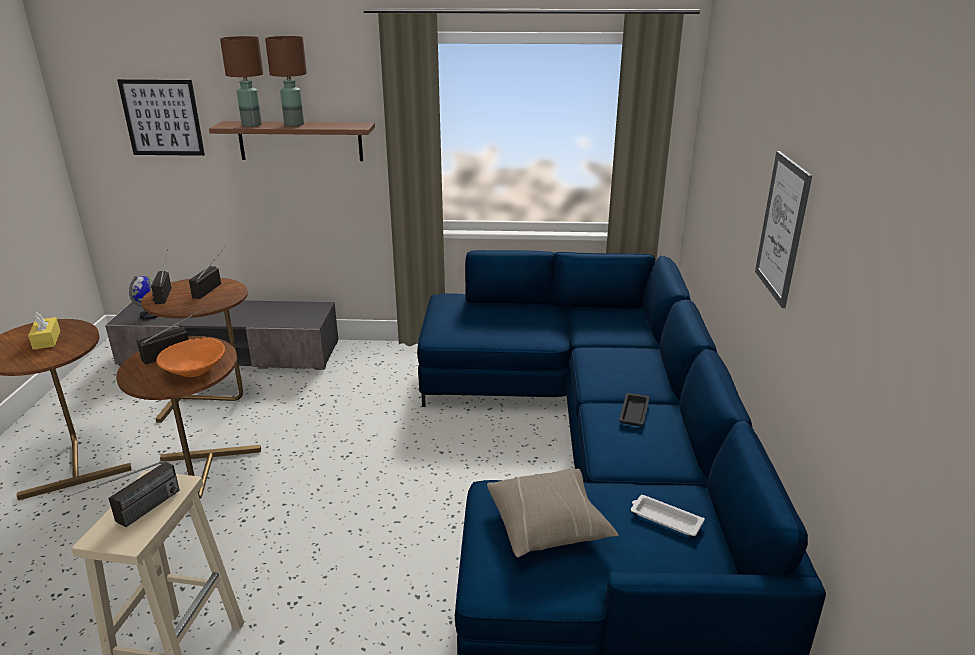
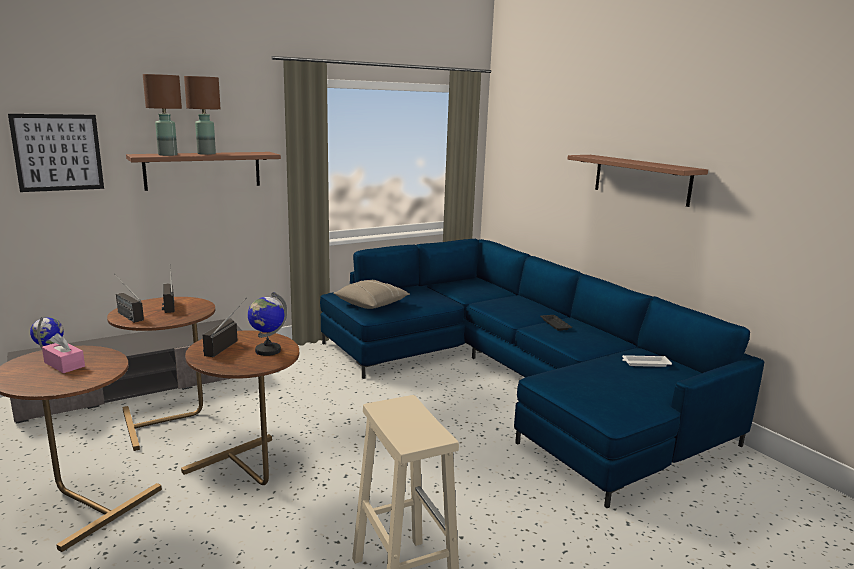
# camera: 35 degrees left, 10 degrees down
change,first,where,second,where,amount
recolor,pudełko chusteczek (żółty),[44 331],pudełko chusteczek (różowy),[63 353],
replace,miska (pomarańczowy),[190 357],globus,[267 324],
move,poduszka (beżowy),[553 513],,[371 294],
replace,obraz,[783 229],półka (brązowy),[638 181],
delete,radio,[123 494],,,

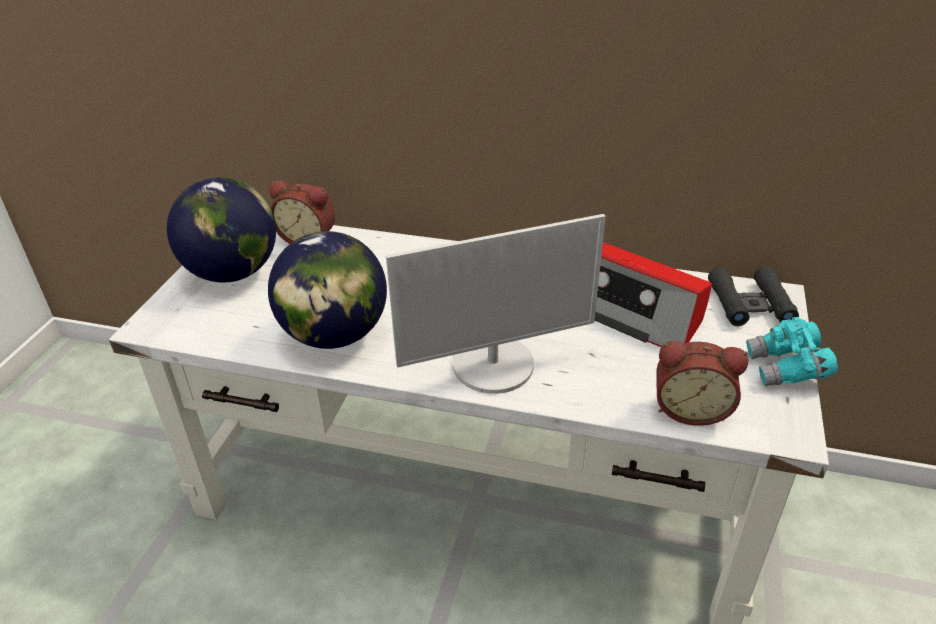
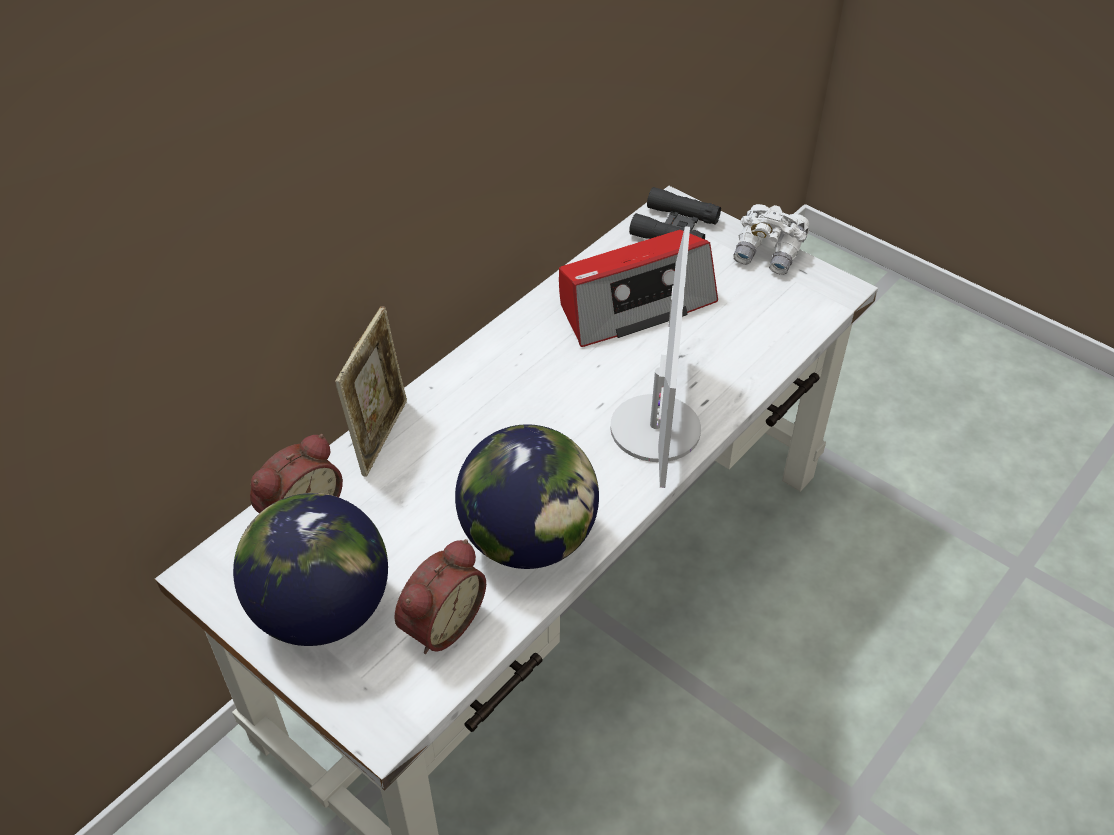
# camera: 65 degrees left, 10 degrees up
change,first,where,second,where,amount
insert,,,ramka na zdjęcie,[371 391],
move,budzik,[703 383],,[440 596],
recolor,lornetka (turkusowy),[792 351],lornetka (biały),[771 239],

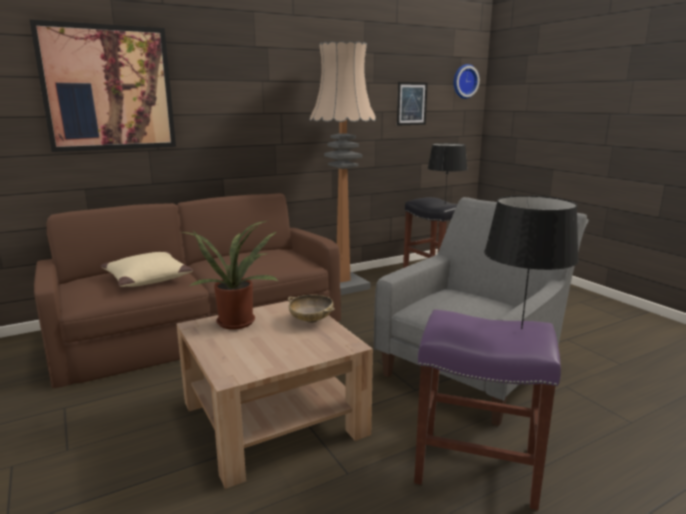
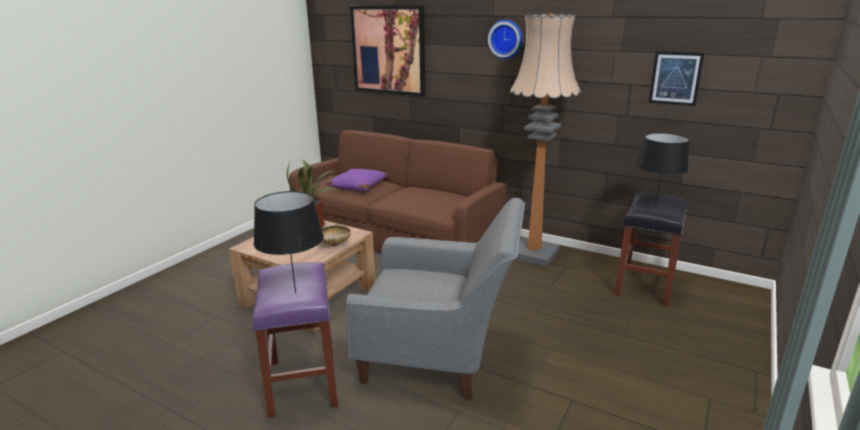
# camera: 60 degrees right, 5 degrees up
change,first,where,second,where,amount
recolor,poduszka (beżowy),[146 269],poduszka (fioletowy),[358 180],
move,zegar ścienny,[467 81],,[505 39],

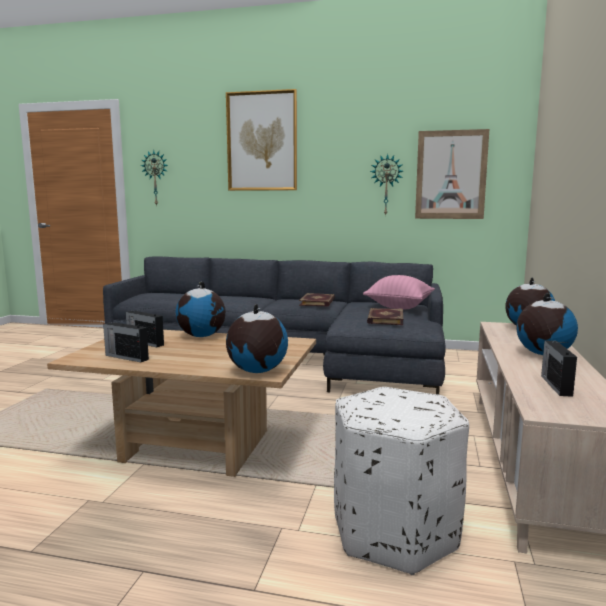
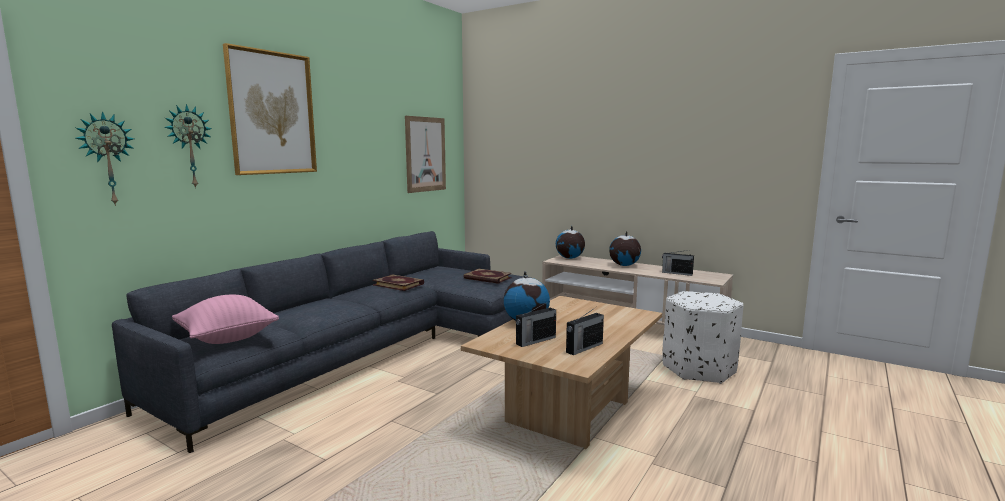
# camera: 70 degrees left, 0 degrees up
change,first,where,second,where,amount
move,zegar ścienny,[386 185],,[188 146],
move,poduszka (różowy),[399 292],,[225 319],
delete,globus,[257 338],,,

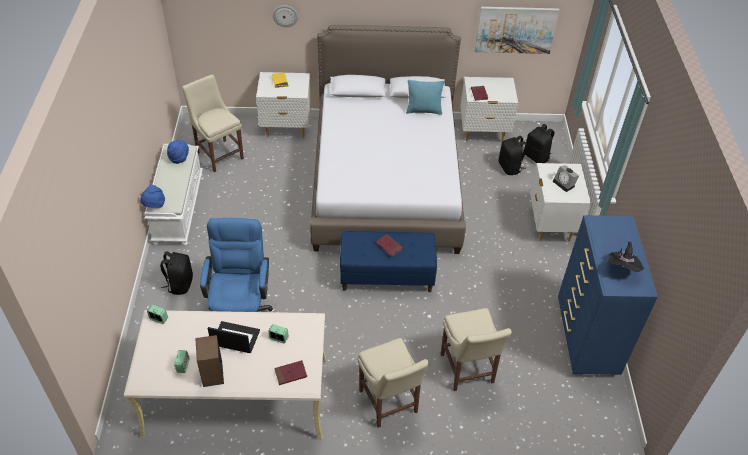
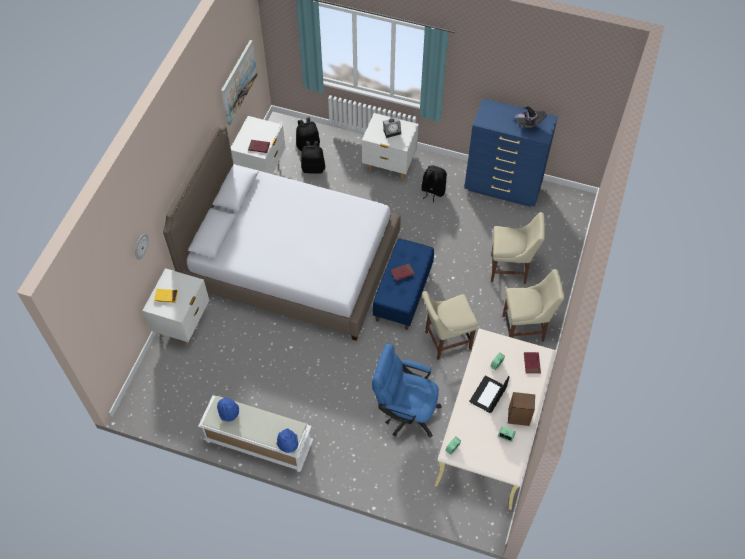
# camera: 70 degrees left, 10 degrees up
change,first,where,second,where,amount
move,plecak (czarny),[176 273],,[434 183],
move,krzesło (beżowy),[213 124],,[450 325],
delete,poduszka (turkusowy),[425 97],,,

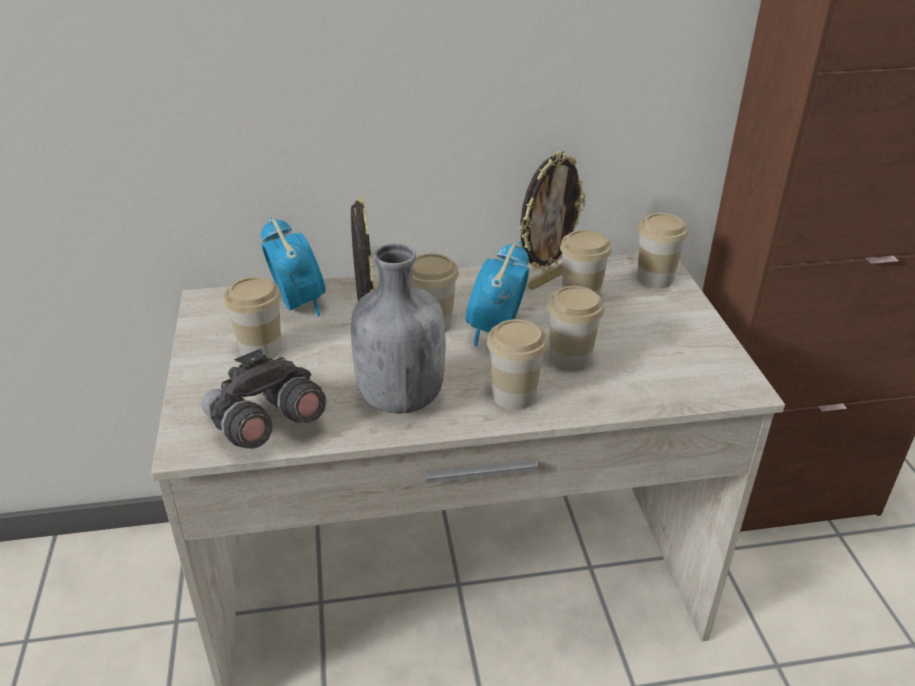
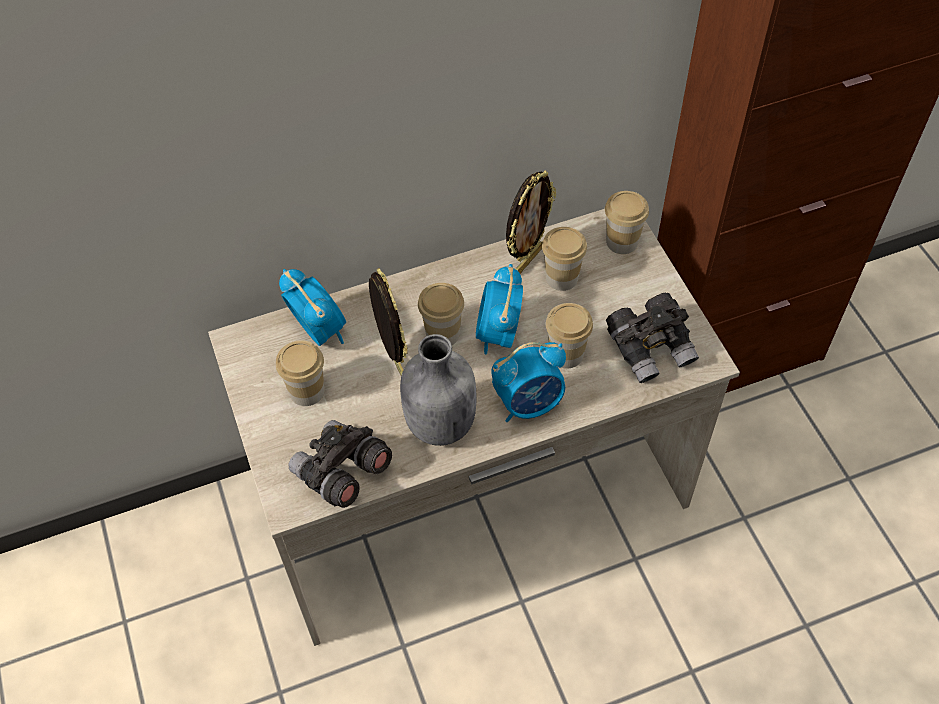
# camera: 10 degrees left, 20 degrees up
change,first,where,second,where,amount
replace,filiżanka,[517 364],budzik,[528 382],
insert,,,lornetka (szary),[652 337],

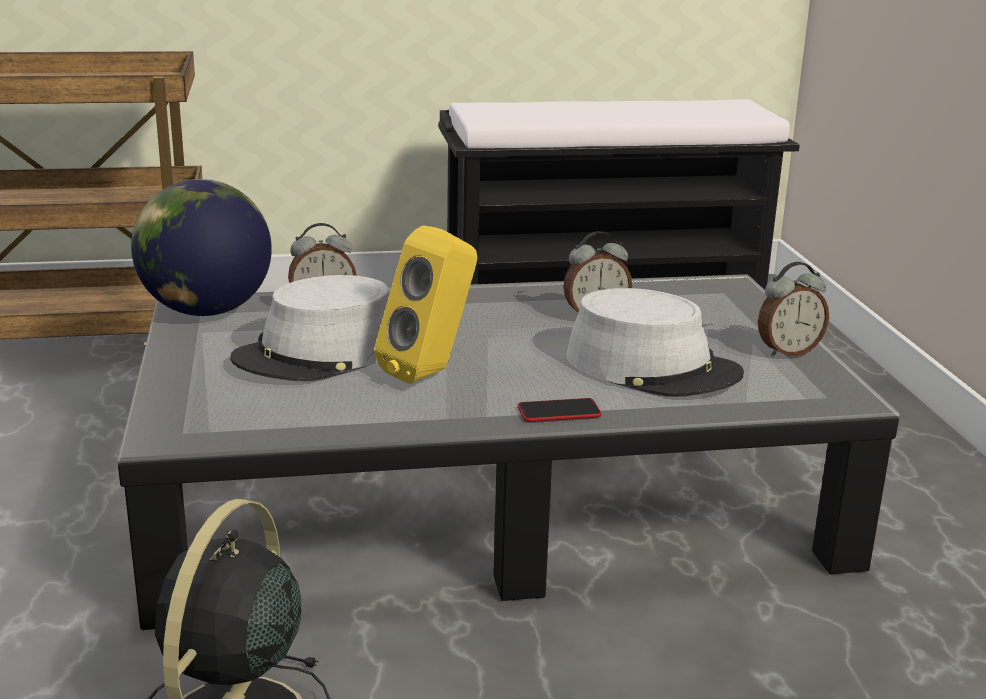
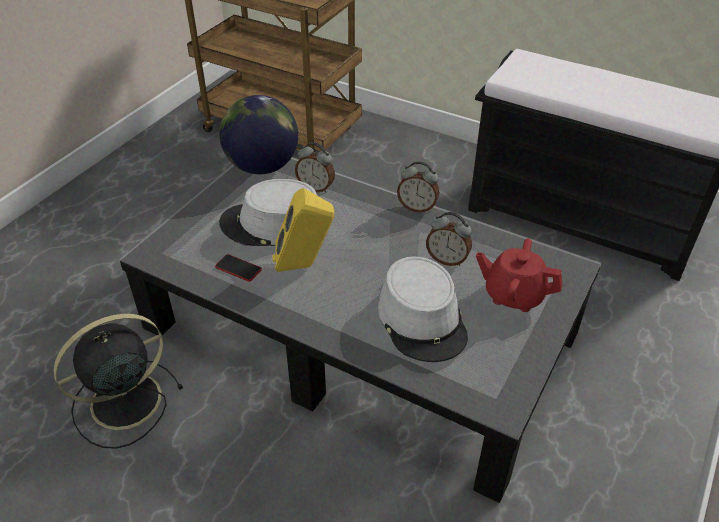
# camera: 40 degrees right, 20 degrees up
change,first,where,second,where,amount
move,telefon,[560 410],,[238 268],
move,budzik,[793 309],,[418 186],
insert,,,imbryk (czerwony),[519 275],

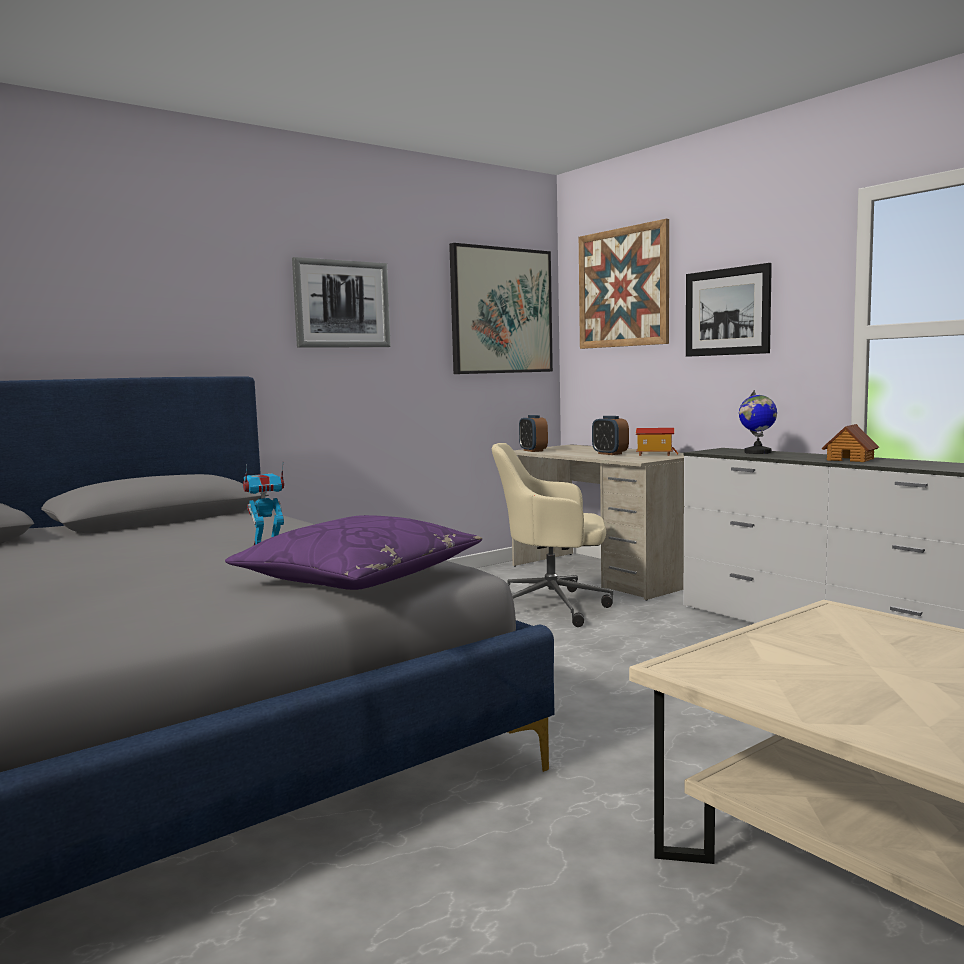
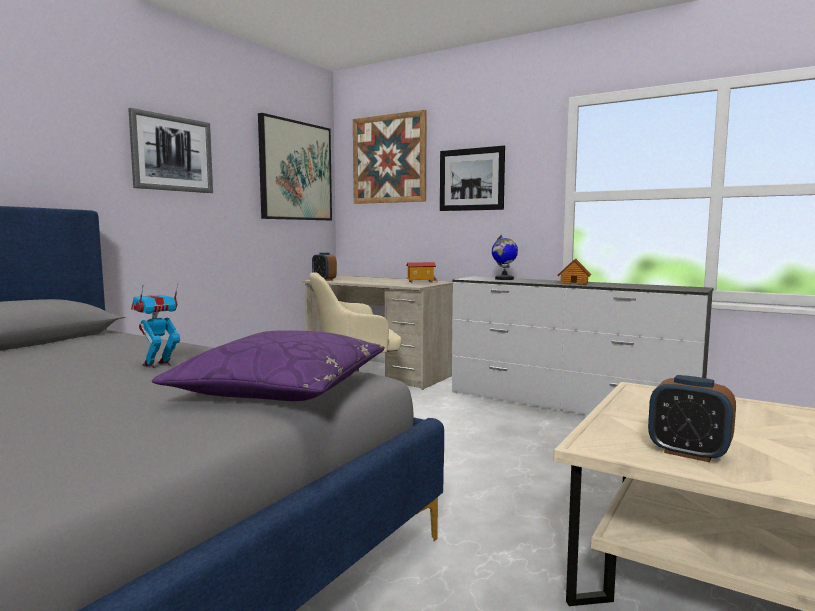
# camera: 20 degrees left, 0 degrees up
change,first,where,second,where,amount
move,budzik,[610 435],,[692 418],

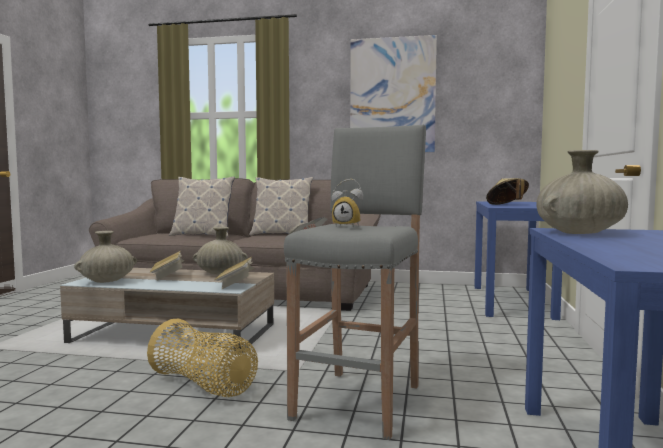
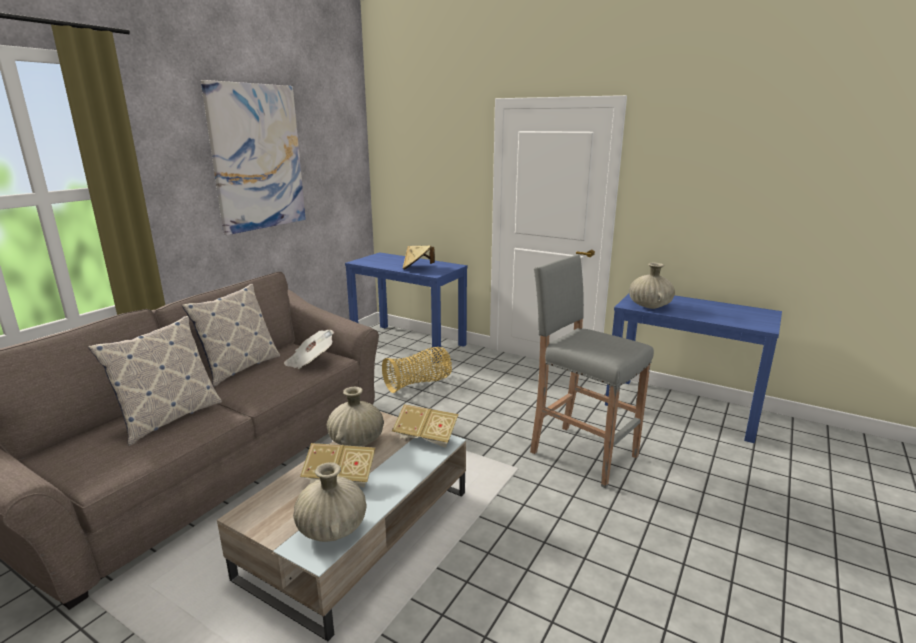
# camera: 70 degrees left, 15 degrees up
change,first,where,second,where,amount
move,koszyk,[202 358],,[417 370],
delete,budzik,[347 203],,,

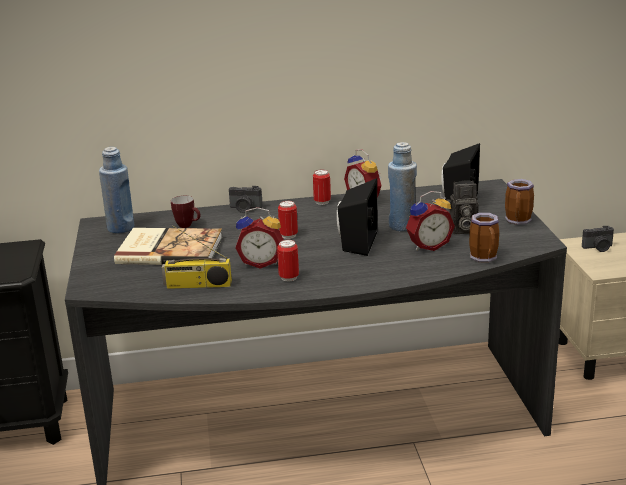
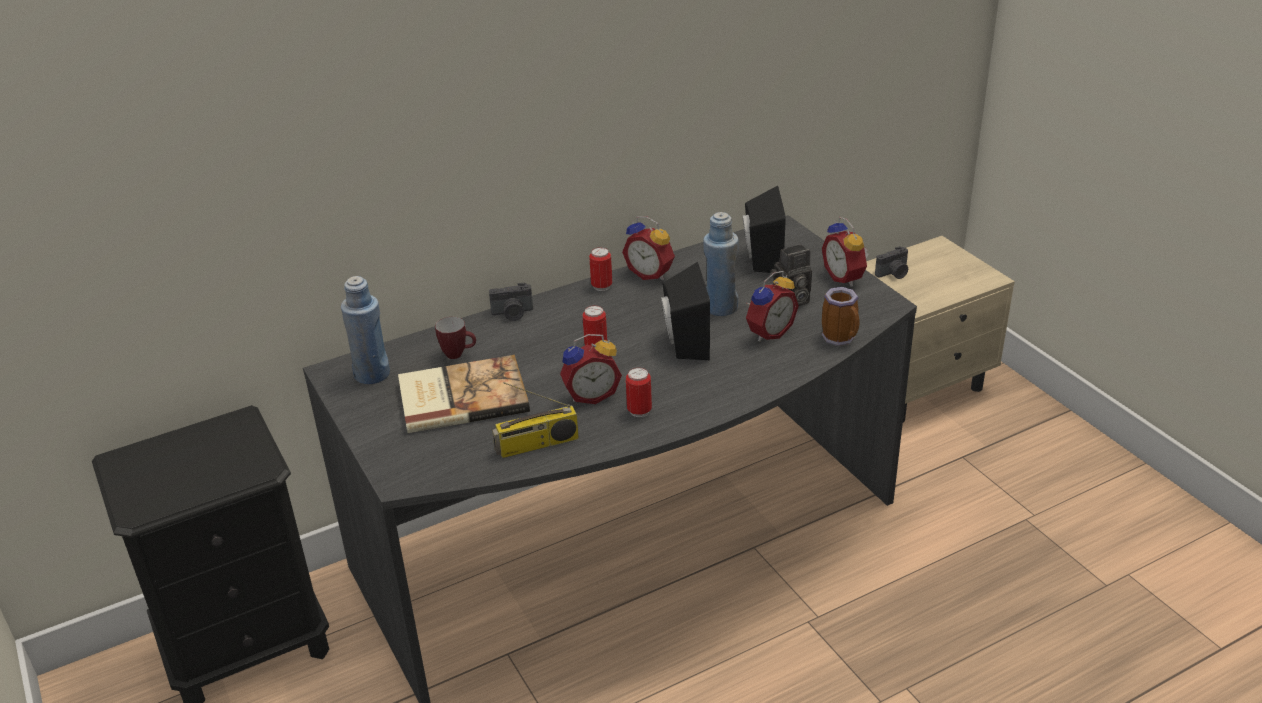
# camera: 20 degrees left, 10 degrees up
change,first,where,second,where,amount
replace,kubek,[519 202],budzik,[845 252],

